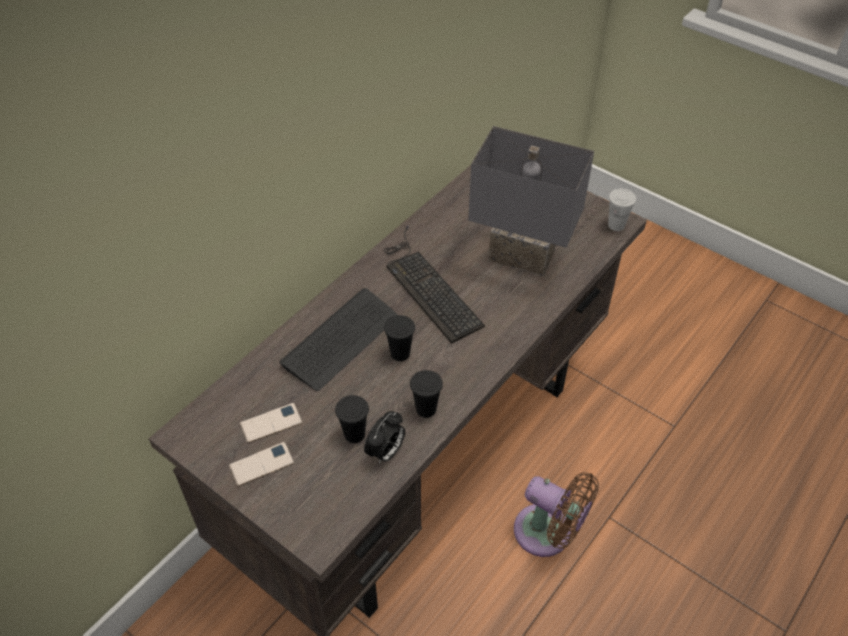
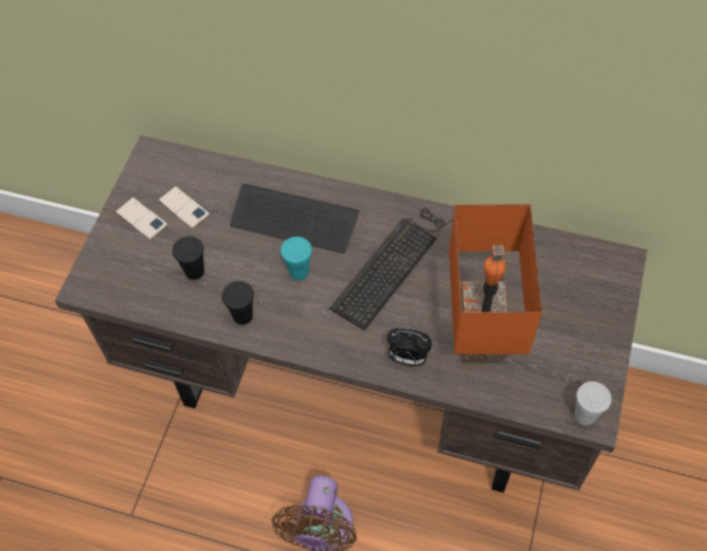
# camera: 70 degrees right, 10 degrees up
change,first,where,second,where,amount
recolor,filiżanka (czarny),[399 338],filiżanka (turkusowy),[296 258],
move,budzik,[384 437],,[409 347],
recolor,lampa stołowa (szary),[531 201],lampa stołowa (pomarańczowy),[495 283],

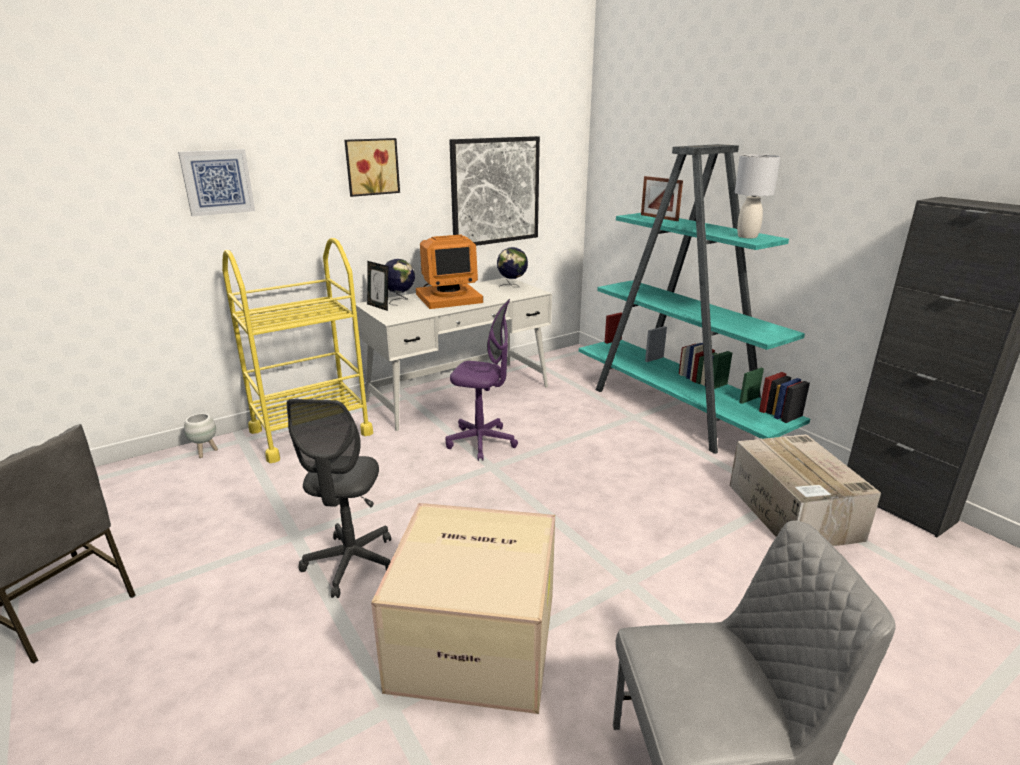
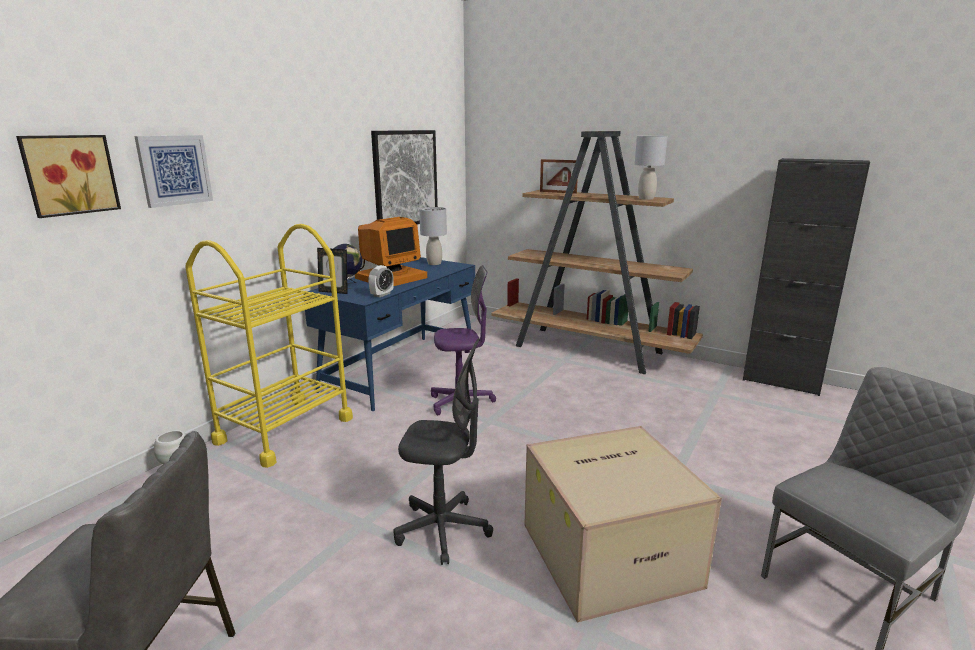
# camera: 25 degrees left, 5 degrees down
change,first,where,second,where,amount
move,obraz,[372 167],,[68 176],
recolor,biurko (biały),[454 354],biurko (niebieski),[389 334],
insert,,,budzik,[381 281],
rotate,krzesło biurowe (szary),[339 498],,[443 451],60 degrees counterclockwise
replace,globus,[512 267],lampa stołowa (szary),[433 236],
recolor,regał (turkusowy),[694 299],regał (brązowy),[597 252],
delete,karton,[805 490],,,

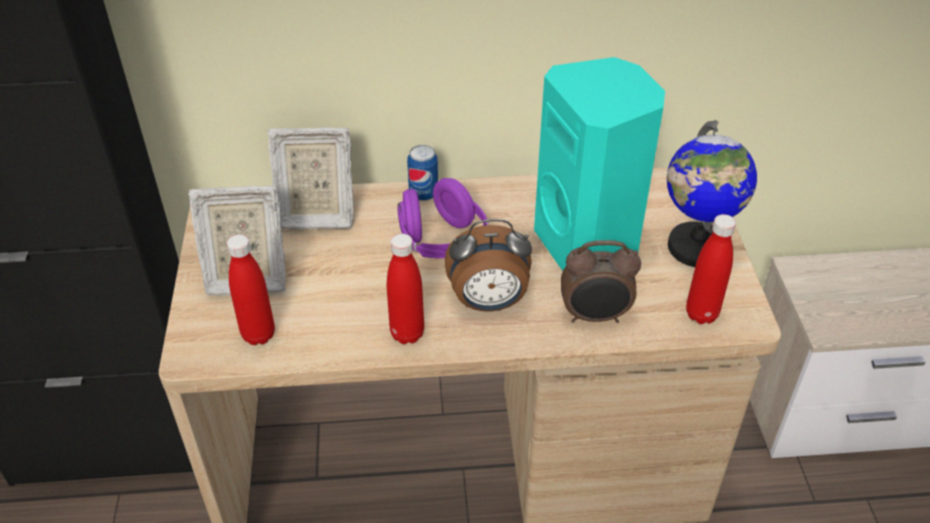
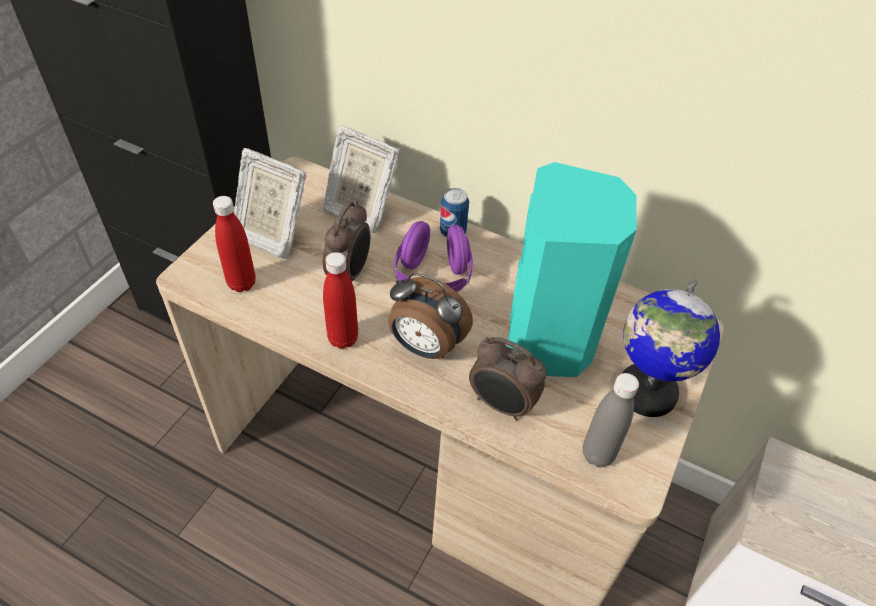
# camera: 30 degrees right, 5 degrees up
change,first,where,second,where,amount
insert,,,budzik,[346 240],
recolor,butelka (czerwony),[711 269],butelka (szary),[611 420],

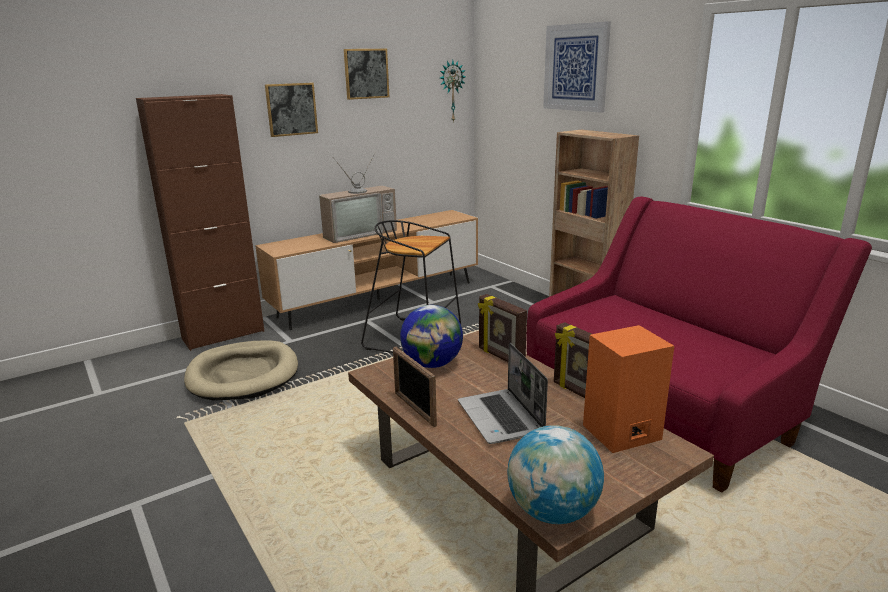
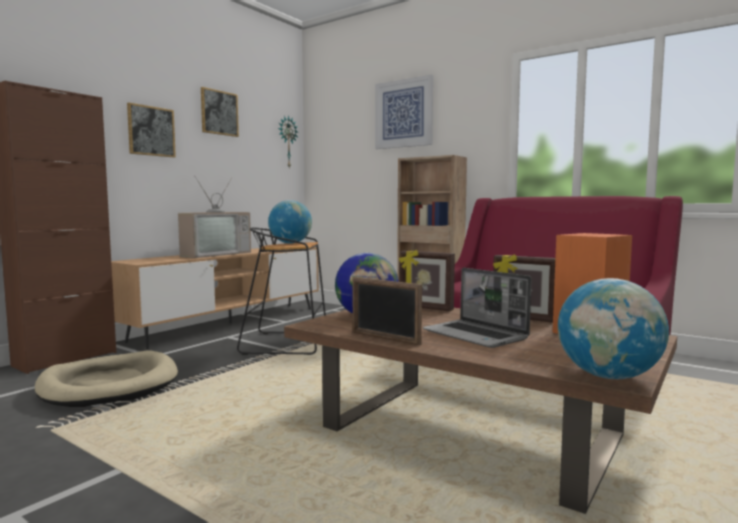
# camera: 20 degrees left, 15 degrees down
change,first,where,second,where,amount
insert,,,globus,[290 221],

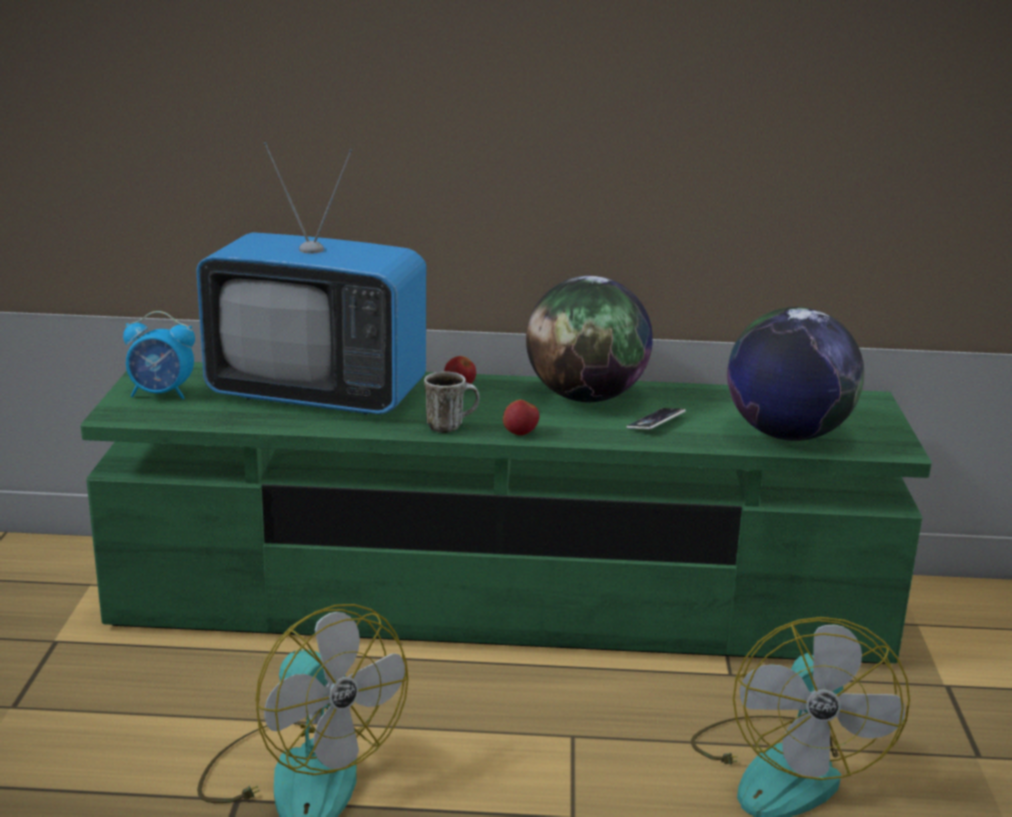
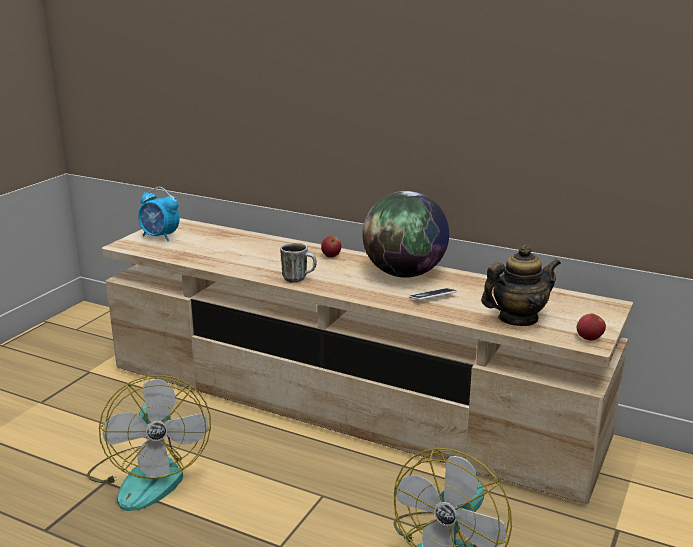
# camera: 25 degrees right, 0 degrees up
change,first,where,second,where,amount
recolor,szafka pod telewizor (zielony),[506 513],szafka pod telewizor (beżowy),[367 361],
replace,globus,[795 374],imbryk,[521 285],
move,jabłko,[521 417],,[591 327],
delete,telewizor,[311 278],,,

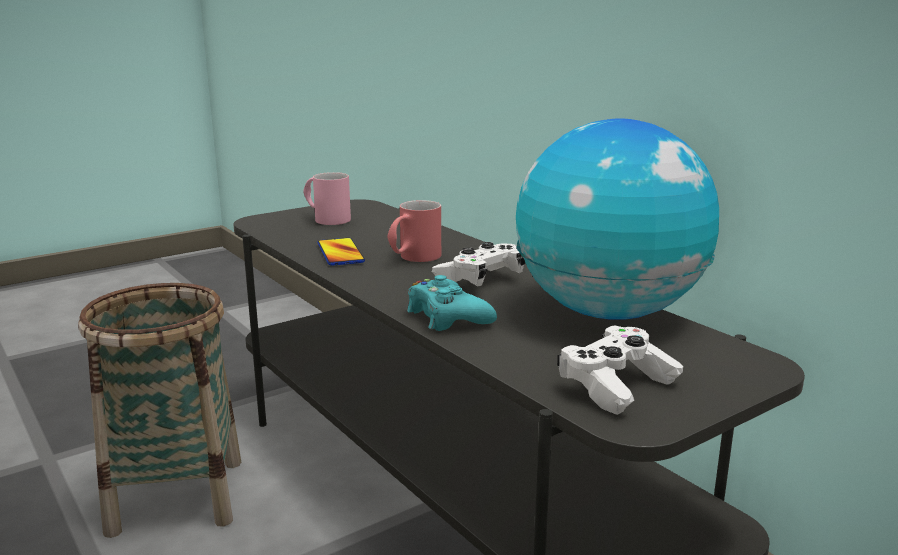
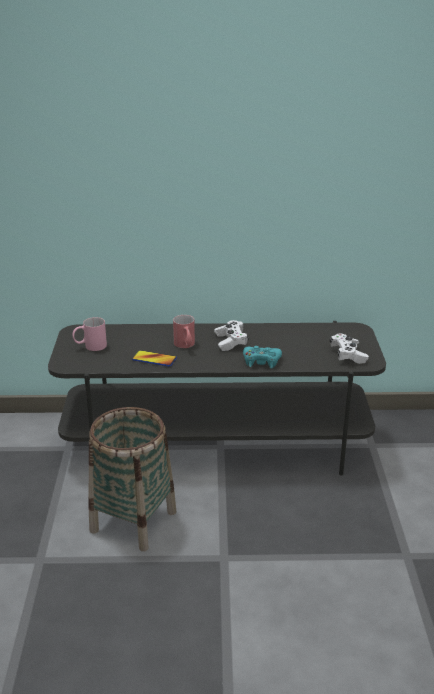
# camera: 55 degrees left, 10 degrees up
change,first,where,second,where,amount
delete,globus,[617 219],,,

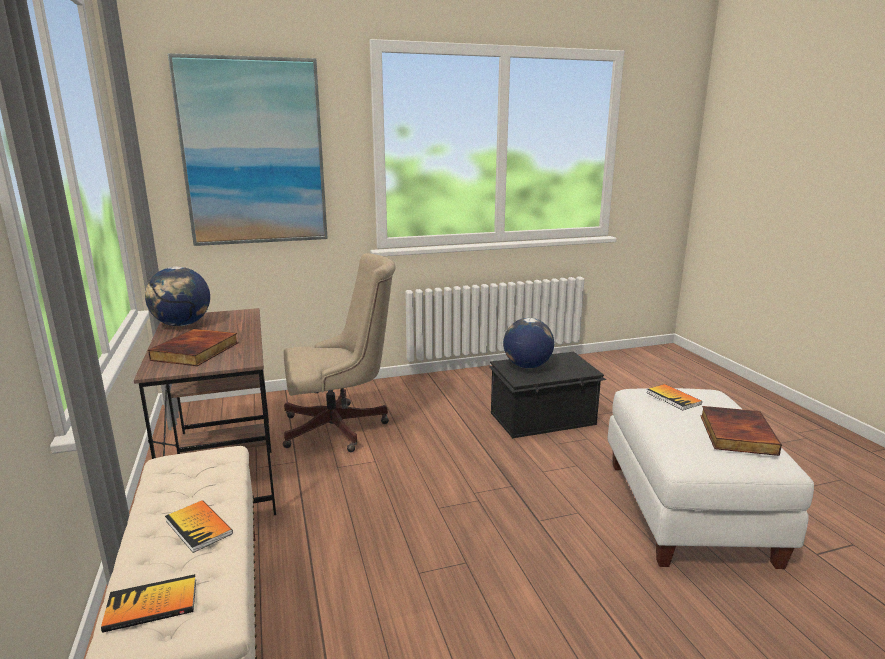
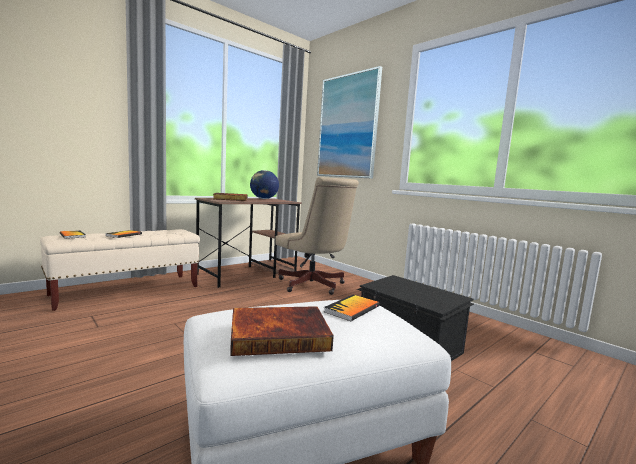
# camera: 65 degrees right, 10 degrees down
change,first,where,second,where,amount
delete,globus,[528 343],,,

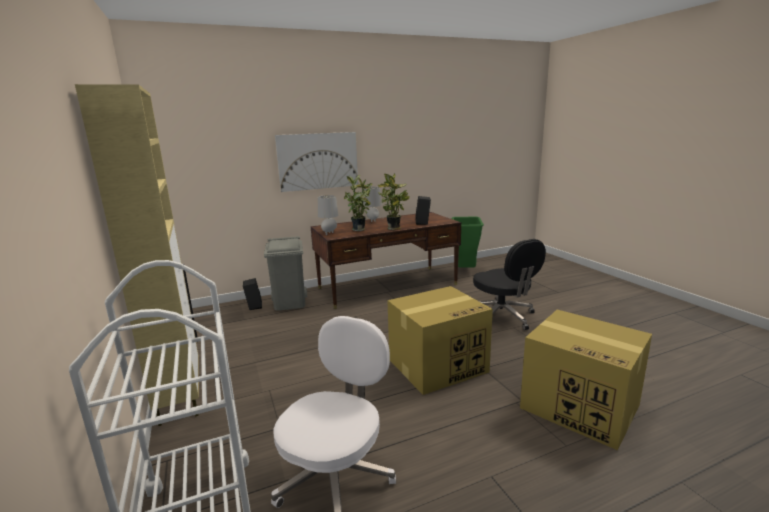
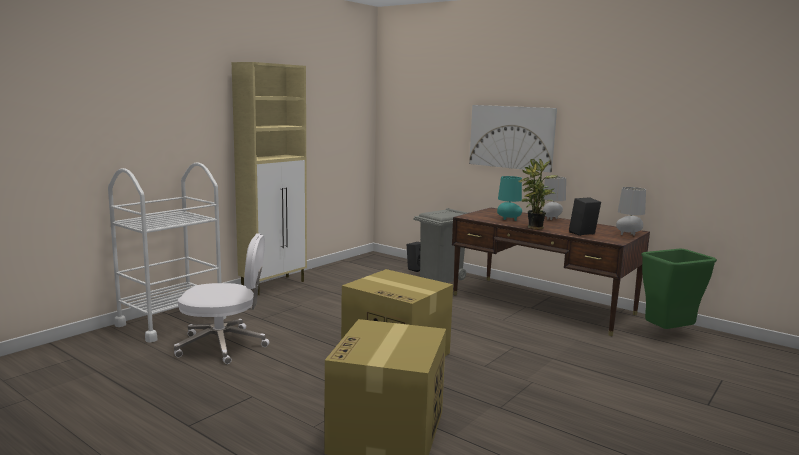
# camera: 60 degrees right, 5 degrees down
change,first,where,second,where,amount
replace,roślina doniczkowa,[358 203],lampa stołowa (turkusowy),[509 198],
move,lampa stołowa (szary),[328 215],,[631 211],
delete,krzesło biurowe (czarny),[509 284],,,

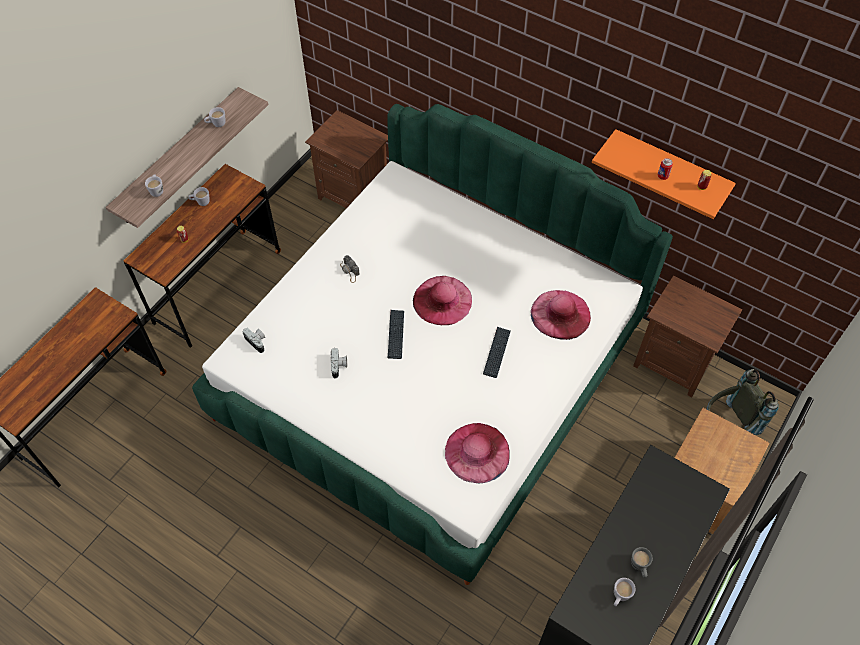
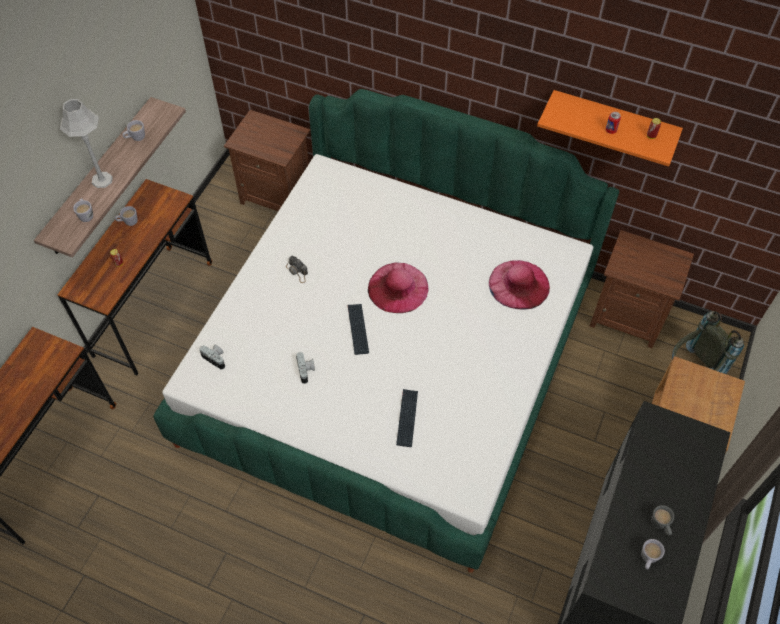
# camera: 10 degrees left, 0 degrees up
change,first,where,second,where,amount
insert,,,lampa stołowa (szary),[86 143],
move,klawiatura,[497 352],,[407 418],
delete,kapelusz (różowy),[477 453],,,

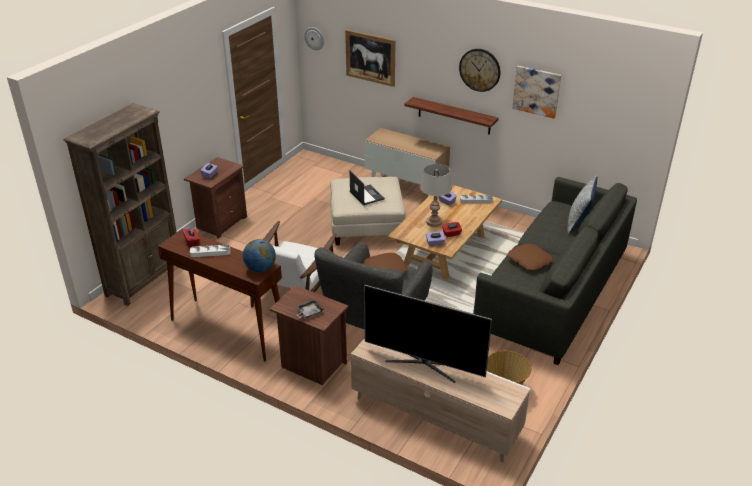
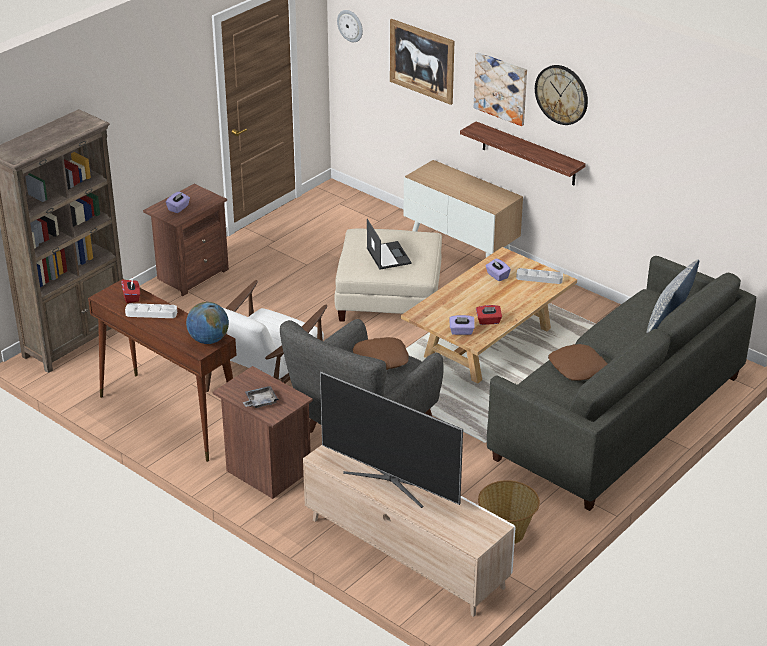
# camera: 10 degrees right, 0 degrees up
change,first,where,second,where,amount
move,obraz,[537 92],,[500 89],
delete,lampa stołowa (szary),[436 195],,,

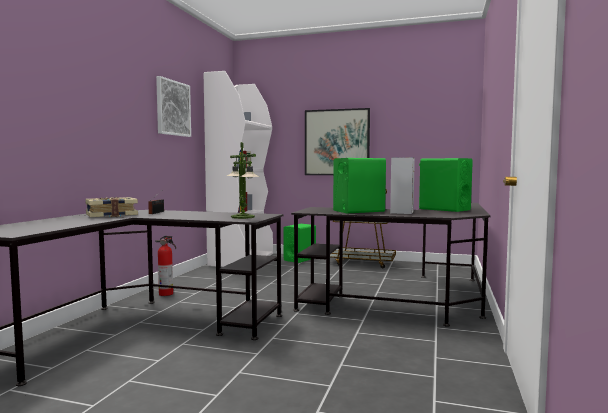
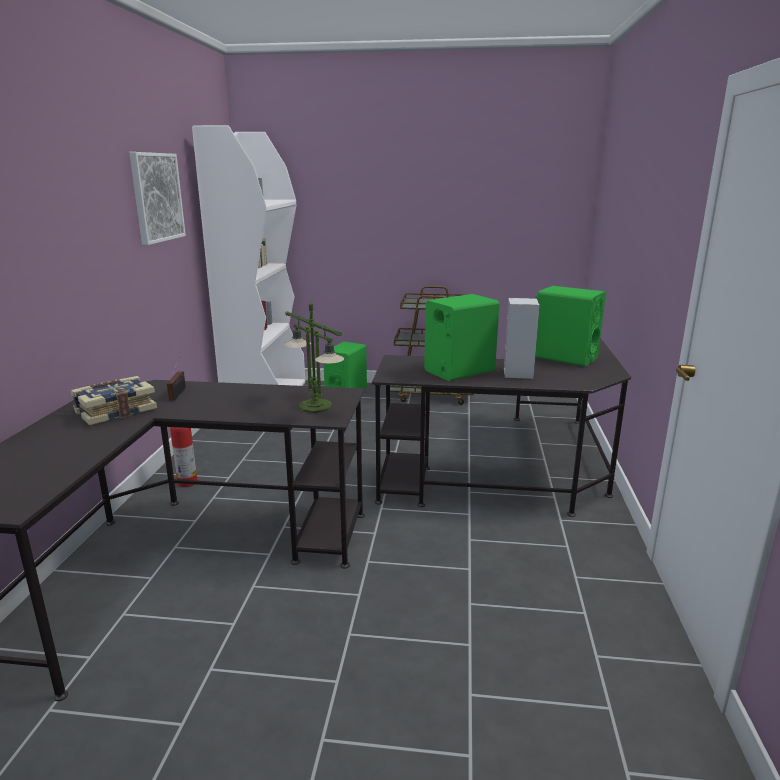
# camera: 10 degrees left, 15 degrees up
change,first,where,second,where,amount
delete,obraz,[337 141],,,

